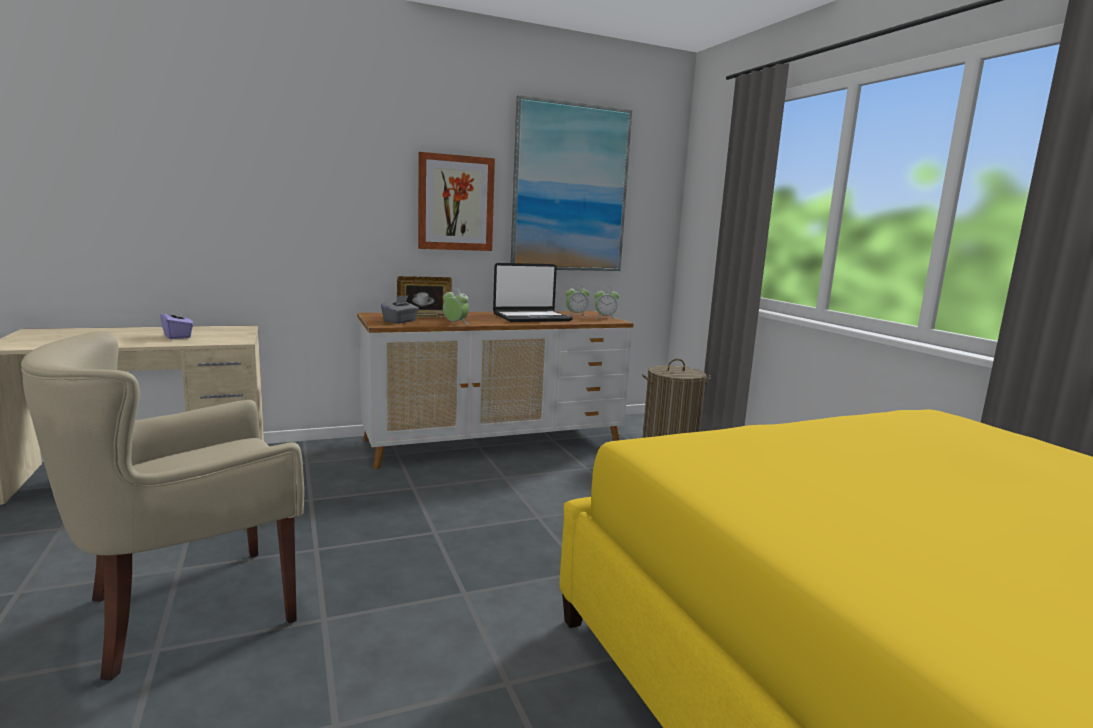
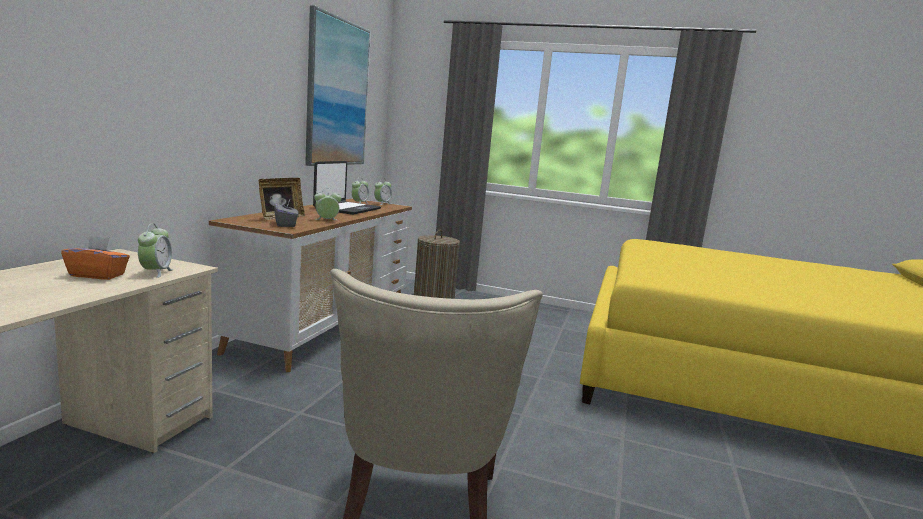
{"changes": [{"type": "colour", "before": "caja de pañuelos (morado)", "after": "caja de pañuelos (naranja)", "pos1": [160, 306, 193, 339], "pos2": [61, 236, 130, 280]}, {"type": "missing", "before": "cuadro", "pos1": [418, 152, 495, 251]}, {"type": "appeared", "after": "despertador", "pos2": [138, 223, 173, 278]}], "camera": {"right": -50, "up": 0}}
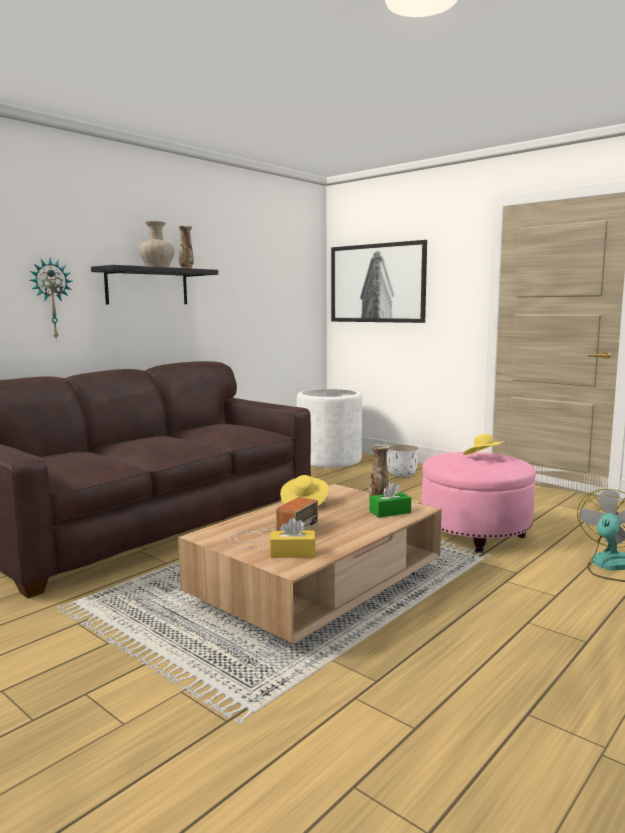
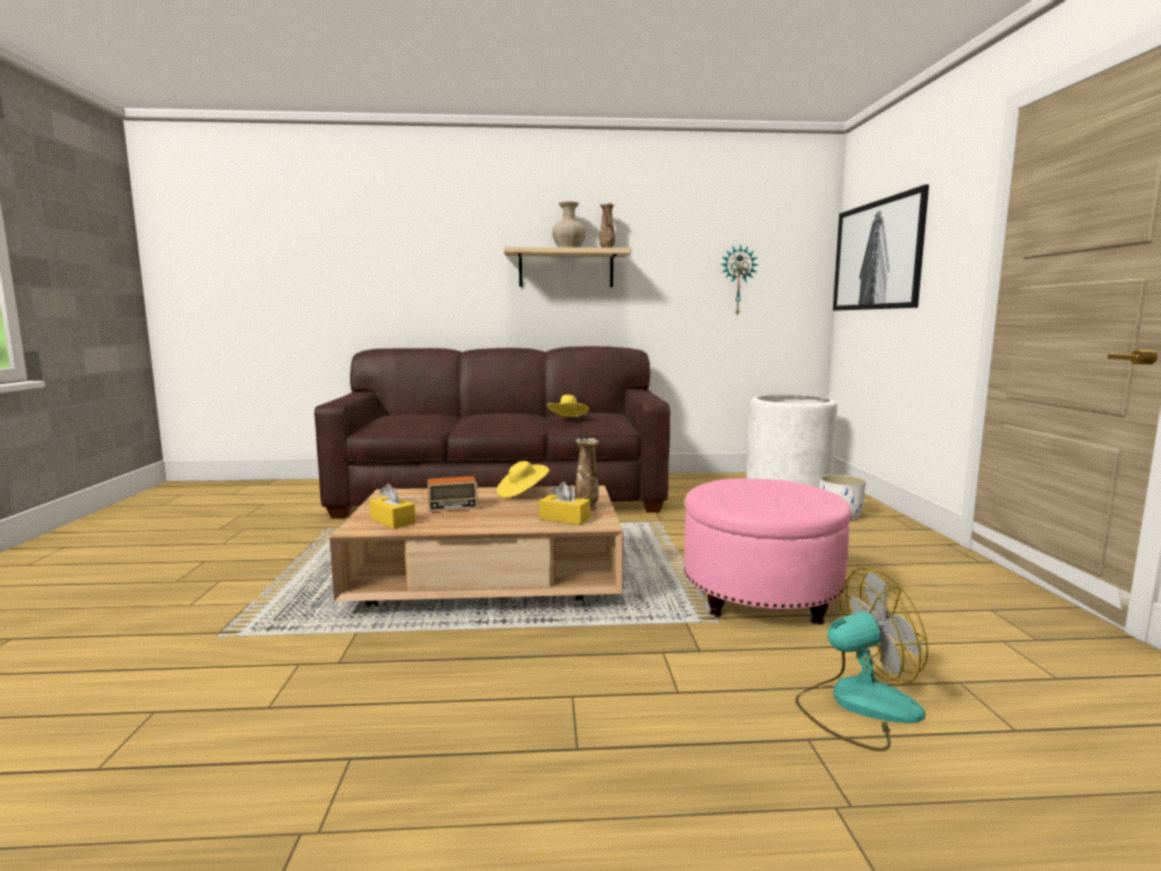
{"changes": [{"type": "relocated", "before": "reloj de pared", "pos1": [30, 258, 73, 338], "pos2": [720, 244, 758, 316]}, {"type": "colour", "before": "estante (negro)", "after": "estante (beis)", "pos1": [91, 265, 218, 305], "pos2": [504, 247, 631, 287]}, {"type": "colour", "before": "caja de pañuelos (verde)", "after": "caja de pañuelos (amarillo)", "pos1": [369, 482, 411, 518], "pos2": [539, 482, 590, 525]}, {"type": "relocated", "before": "sombrero (amarillo)", "pos1": [463, 434, 504, 455], "pos2": [547, 395, 589, 417]}], "camera": {"right": 45, "up": 0}}
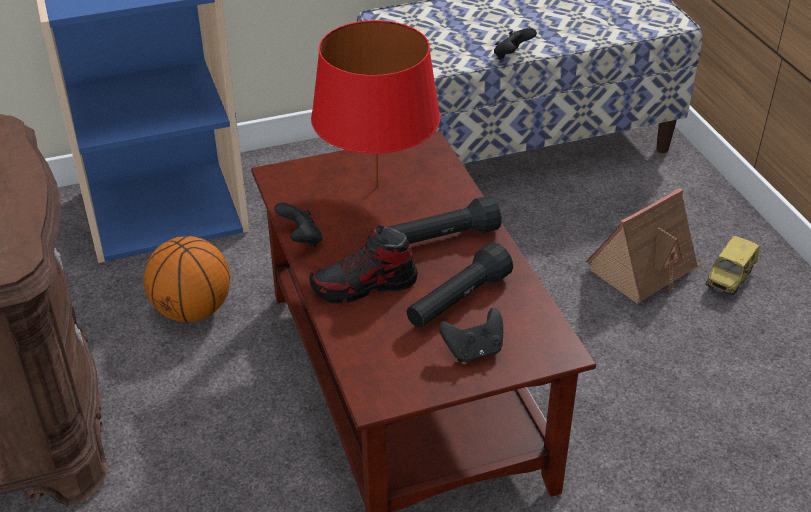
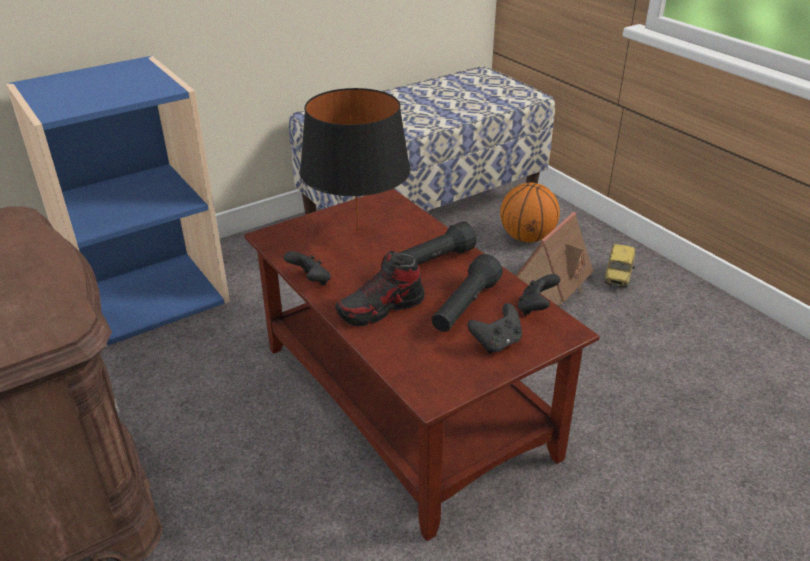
{"changes": [{"type": "relocated", "before": "balón de baloncesto", "pos1": [144, 236, 231, 322], "pos2": [500, 182, 560, 243]}, {"type": "colour", "before": "lámpara de mesa (rojo)", "after": "lámpara de mesa (negro)", "pos1": [311, 20, 440, 186], "pos2": [300, 88, 411, 232]}, {"type": "relocated", "before": "mando de consola (negro)", "pos1": [494, 28, 537, 59], "pos2": [517, 274, 560, 315]}], "camera": {"right": -15, "up": -5}}
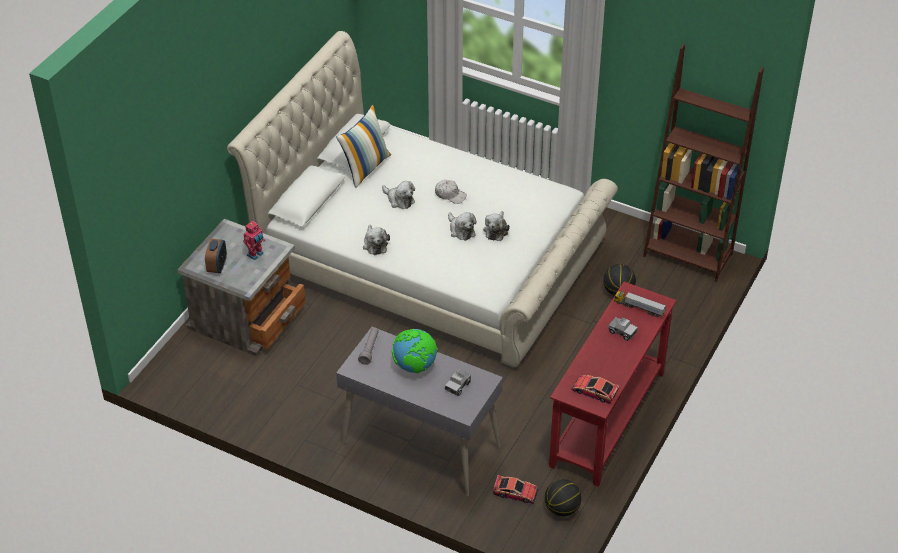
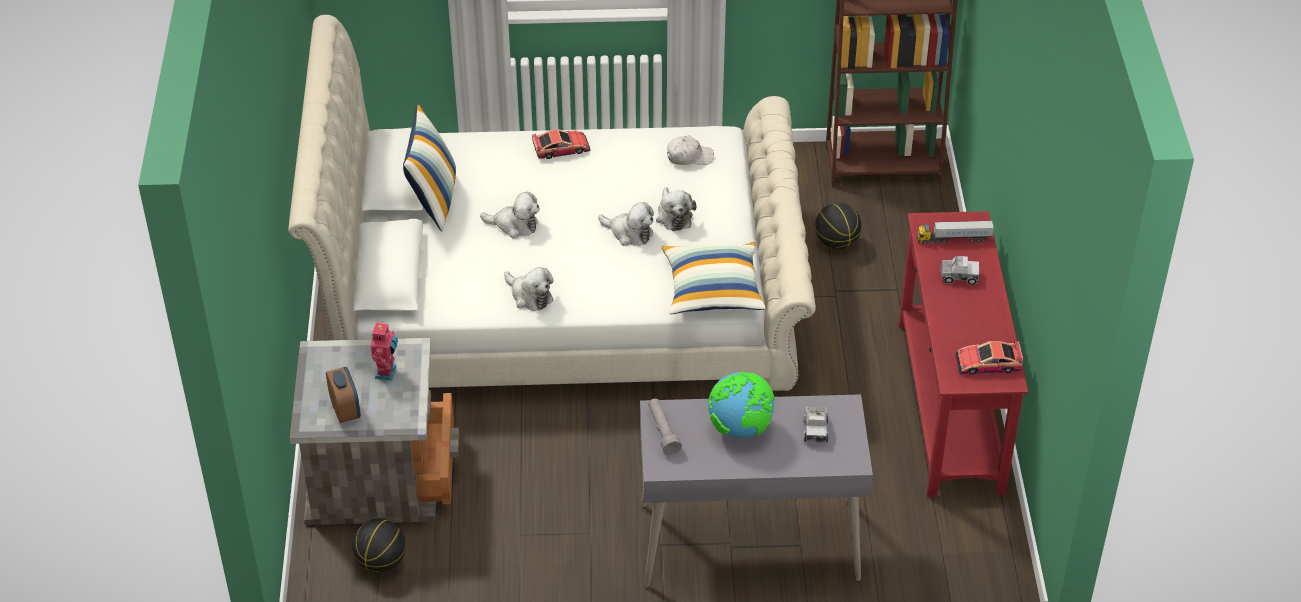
{"changes": [{"type": "relocated", "before": "gorra (blanco)", "pos1": [435, 180, 467, 204], "pos2": [667, 135, 714, 165]}, {"type": "relocated", "before": "coche de juguete", "pos1": [493, 475, 538, 504], "pos2": [532, 129, 590, 159]}, {"type": "relocated", "before": "balón de baloncesto", "pos1": [545, 479, 582, 516], "pos2": [352, 519, 406, 573]}, {"type": "appeared", "after": "cojín", "pos2": [662, 242, 766, 314]}], "camera": {"right": -30, "up": 0}}
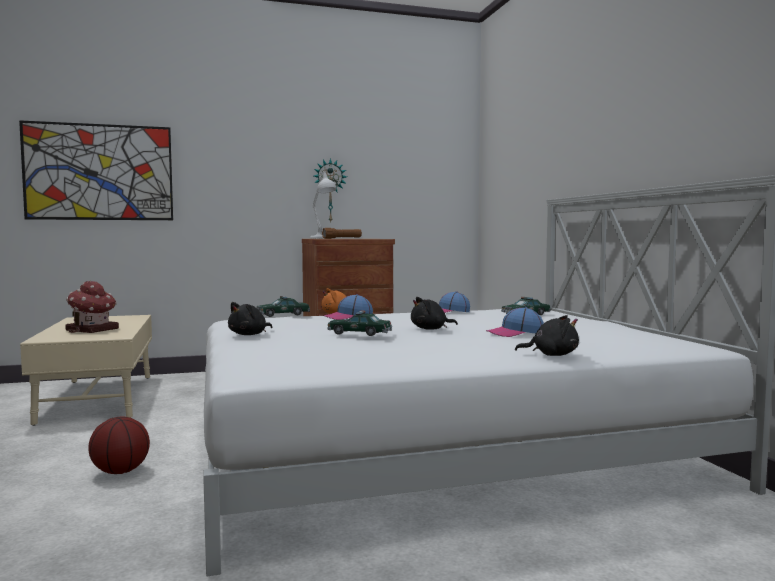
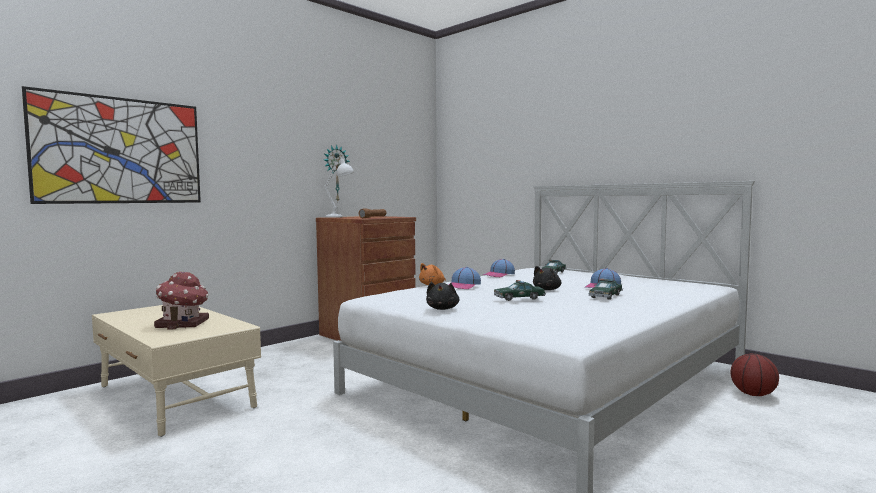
{"changes": [{"type": "relocated", "before": "balón de baloncesto", "pos1": [88, 417, 150, 474], "pos2": [731, 354, 779, 396]}, {"type": "relocated", "before": "coche de juguete", "pos1": [257, 296, 310, 317], "pos2": [588, 278, 623, 300]}, {"type": "missing", "before": "peluche (negro)", "pos1": [515, 315, 579, 356]}], "camera": {"right": -30, "up": 0}}
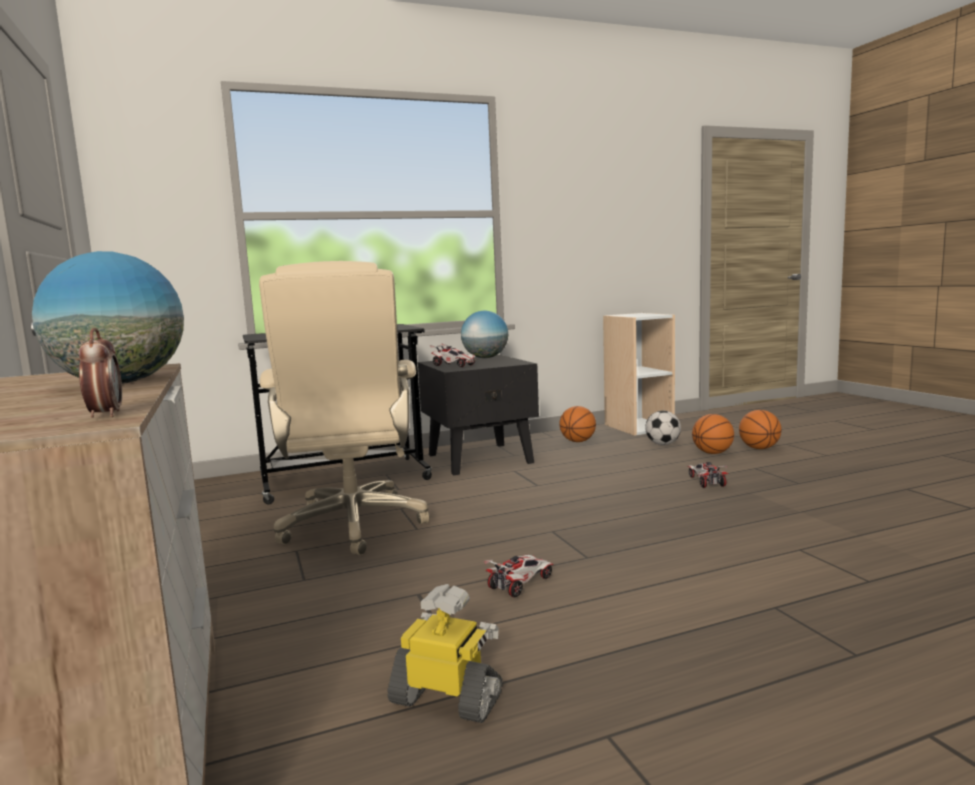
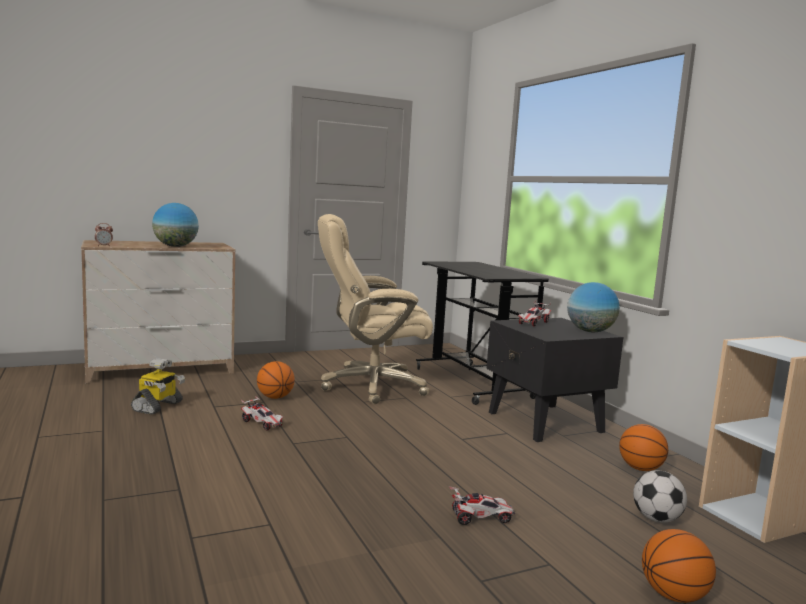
{"changes": [{"type": "relocated", "before": "balón de baloncesto", "pos1": [692, 414, 734, 454], "pos2": [257, 361, 295, 399]}], "camera": {"right": 85, "up": 0}}
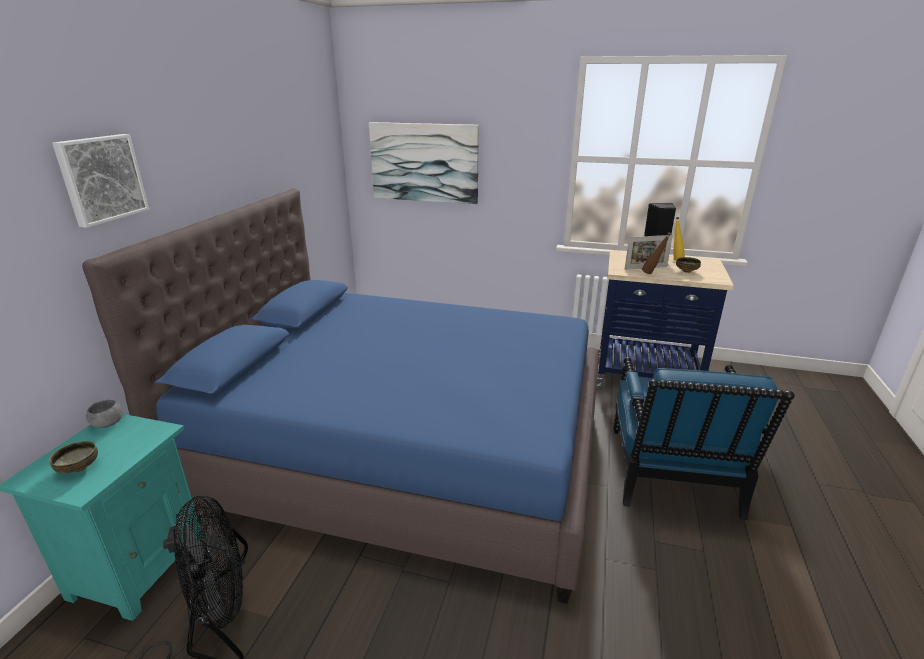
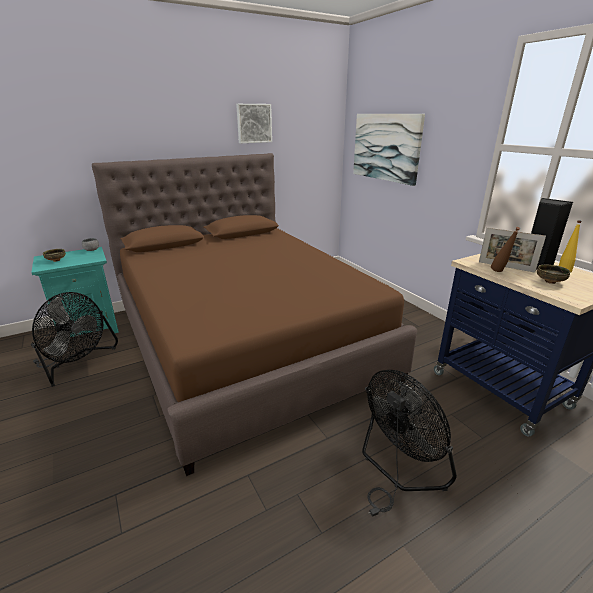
{"changes": [{"type": "relocated", "before": "cuadro", "pos1": [52, 134, 149, 228], "pos2": [236, 104, 272, 143]}, {"type": "colour", "before": "cama (azul)", "after": "cama (marrón)", "pos1": [82, 188, 599, 604], "pos2": [92, 153, 417, 476]}, {"type": "exchanged", "before": "sillón (azul)", "after": "ventilador (negro)", "pos1": [613, 357, 795, 520], "pos2": [362, 370, 457, 517]}], "camera": {"right": 45, "up": 0}}
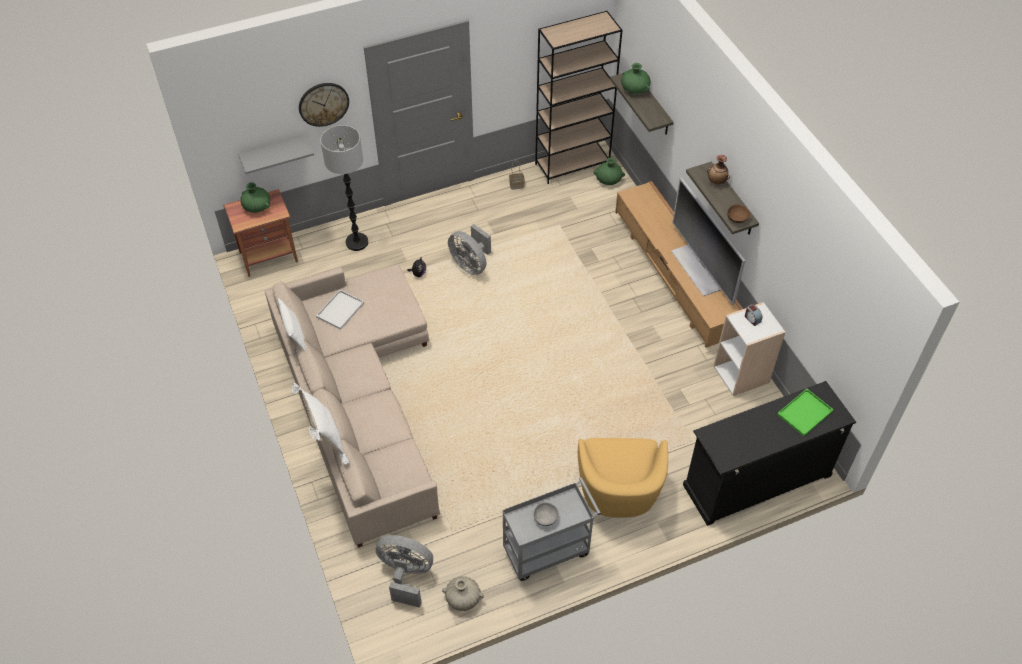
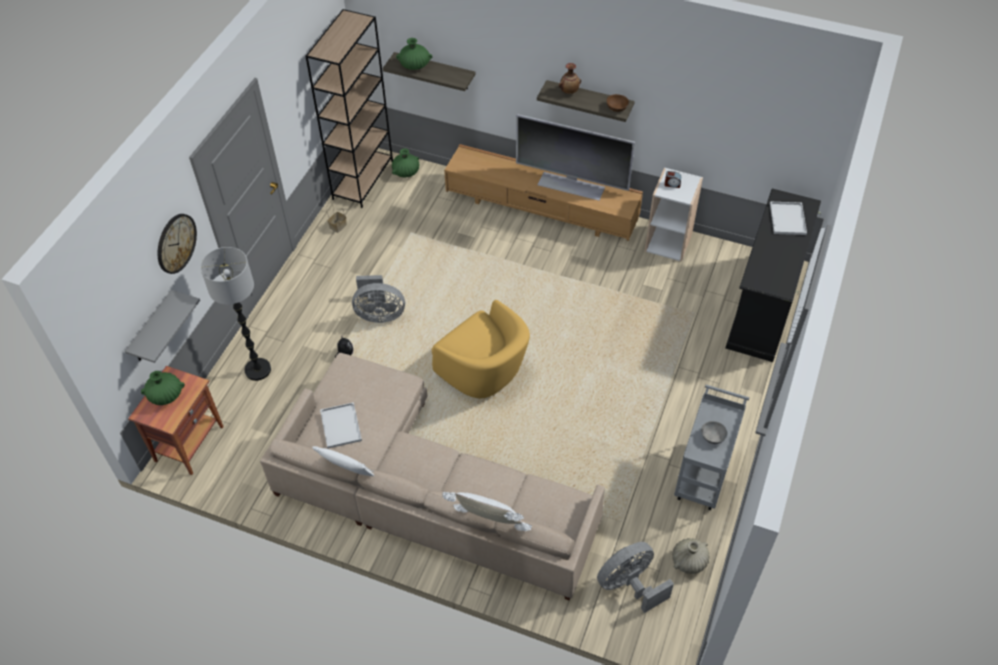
{"changes": [{"type": "relocated", "before": "sillón (amarillo)", "pos1": [578, 438, 668, 518], "pos2": [432, 300, 530, 398]}, {"type": "colour", "before": "bandeja (verde)", "after": "bandeja (blanco)", "pos1": [777, 389, 834, 436], "pos2": [770, 202, 807, 235]}], "camera": {"right": -45, "up": 0}}
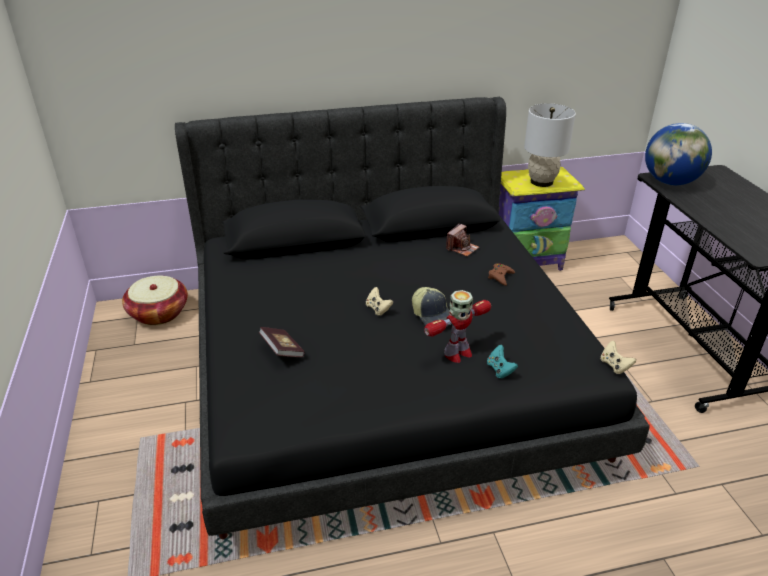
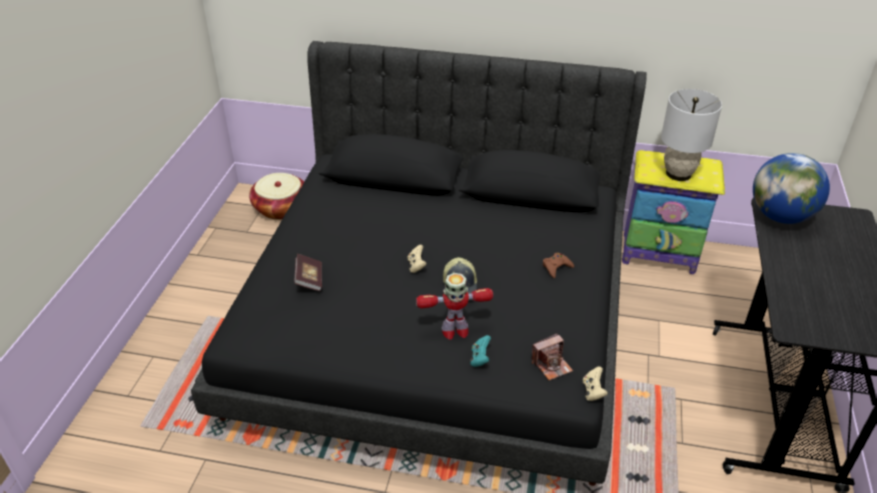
{"changes": [{"type": "relocated", "before": "cámara", "pos1": [446, 224, 479, 256], "pos2": [532, 333, 573, 380]}], "camera": {"right": 25, "up": 5}}
